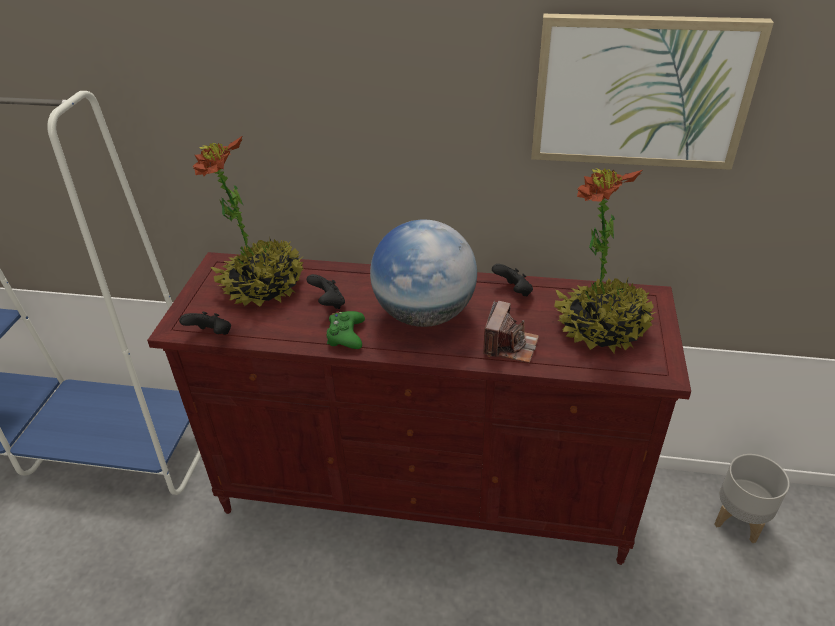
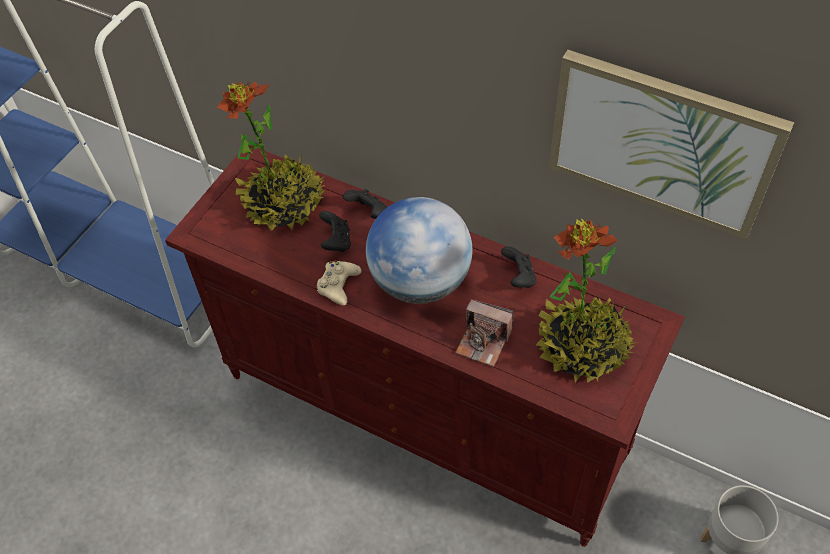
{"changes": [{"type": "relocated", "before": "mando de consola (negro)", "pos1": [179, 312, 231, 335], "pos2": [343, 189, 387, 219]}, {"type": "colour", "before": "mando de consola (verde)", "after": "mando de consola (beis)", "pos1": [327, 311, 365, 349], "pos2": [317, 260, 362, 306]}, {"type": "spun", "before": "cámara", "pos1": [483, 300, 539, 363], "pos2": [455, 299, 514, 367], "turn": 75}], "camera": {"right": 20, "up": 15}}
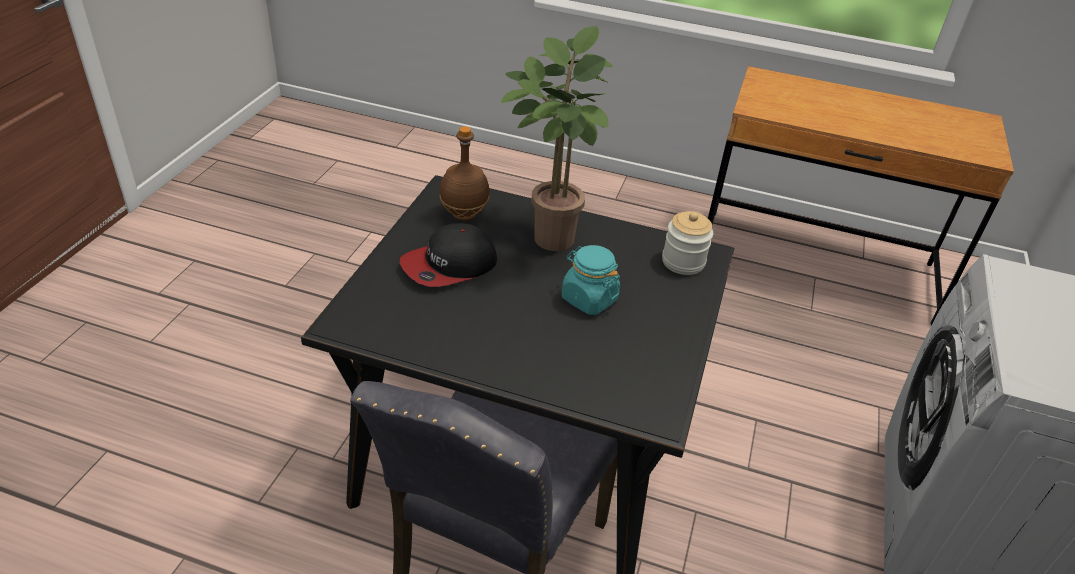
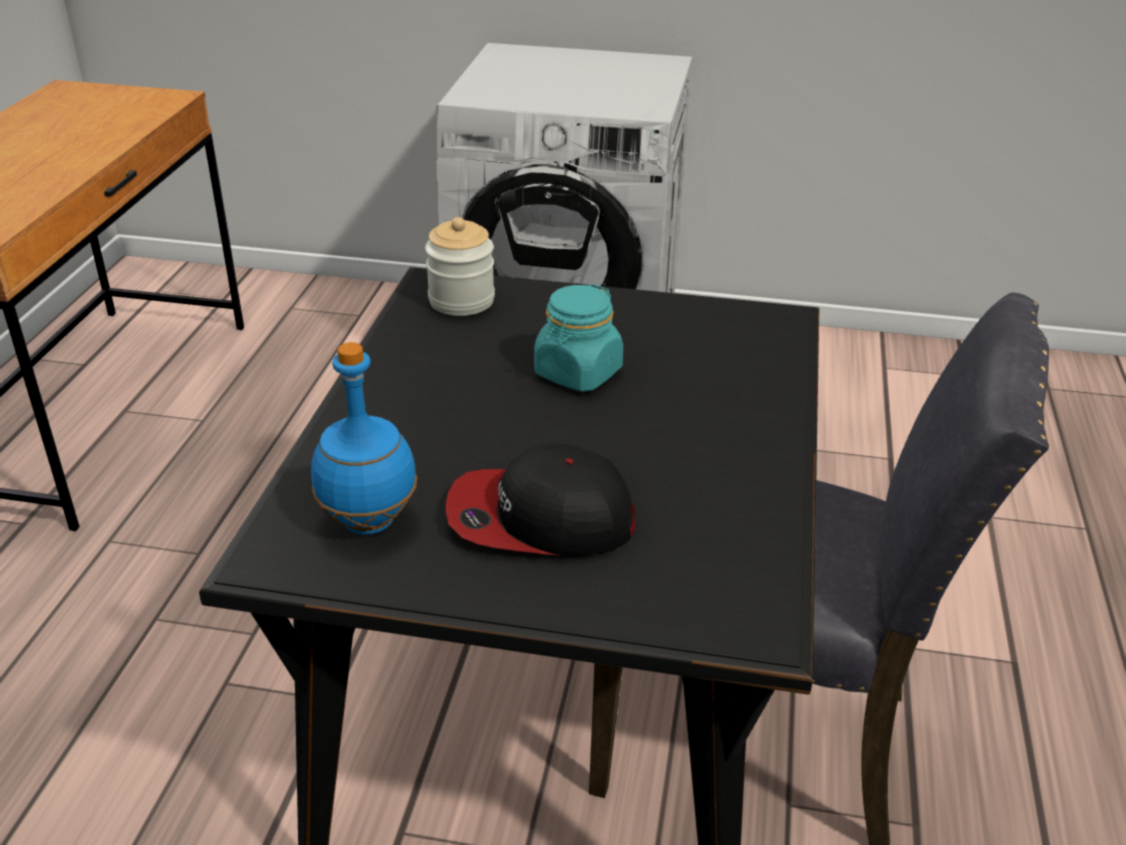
{"changes": [{"type": "spun", "before": "gorra", "pos1": [400, 223, 497, 287], "pos2": [445, 443, 635, 555], "turn": 135}, {"type": "colour", "before": "botella (marrón)", "after": "botella (azul)", "pos1": [439, 126, 490, 221], "pos2": [311, 342, 417, 535]}, {"type": "missing", "before": "planta en maceta", "pos1": [501, 26, 613, 251]}], "camera": {"right": -95, "up": -5}}
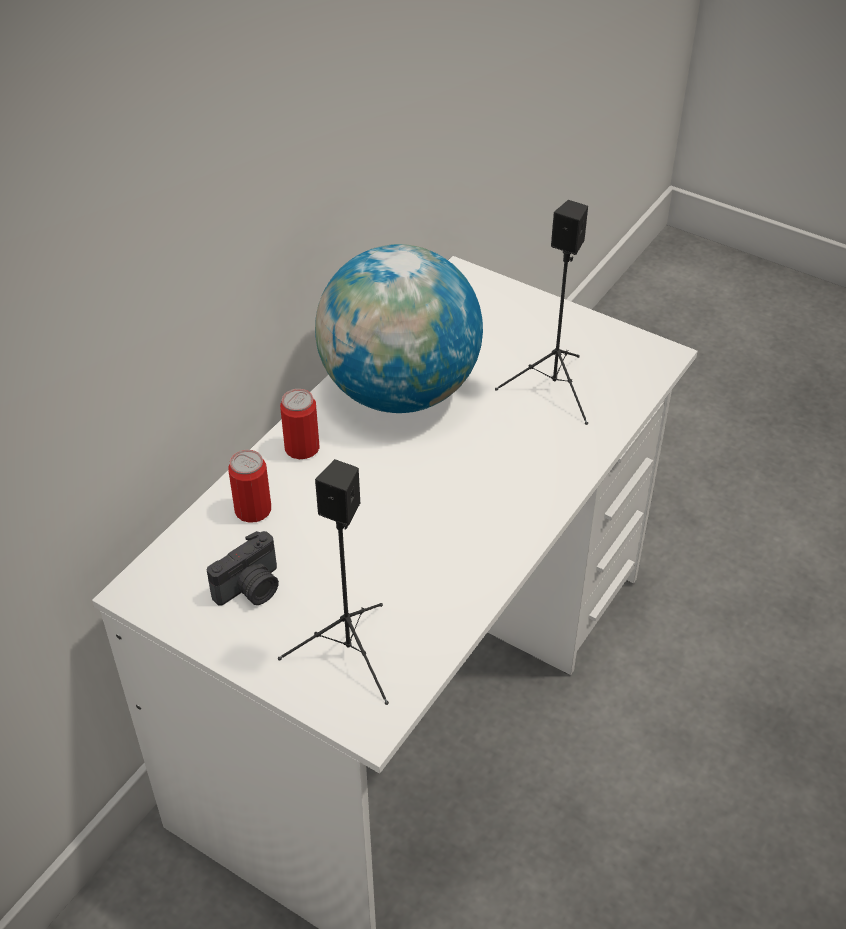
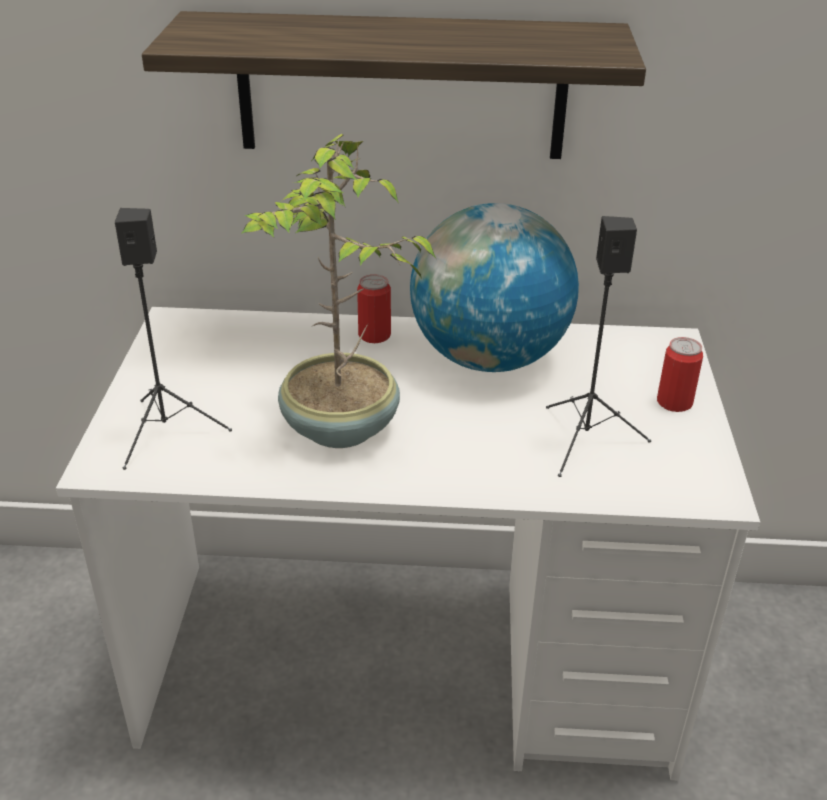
{"changes": [{"type": "missing", "before": "cámara", "pos1": [207, 531, 279, 606]}, {"type": "relocated", "before": "lata", "pos1": [229, 450, 271, 523], "pos2": [657, 337, 703, 412]}, {"type": "appeared", "after": "estante", "pos2": [142, 11, 646, 159]}, {"type": "appeared", "after": "planta en maceta", "pos2": [241, 134, 436, 448]}], "camera": {"right": 60, "up": -10}}
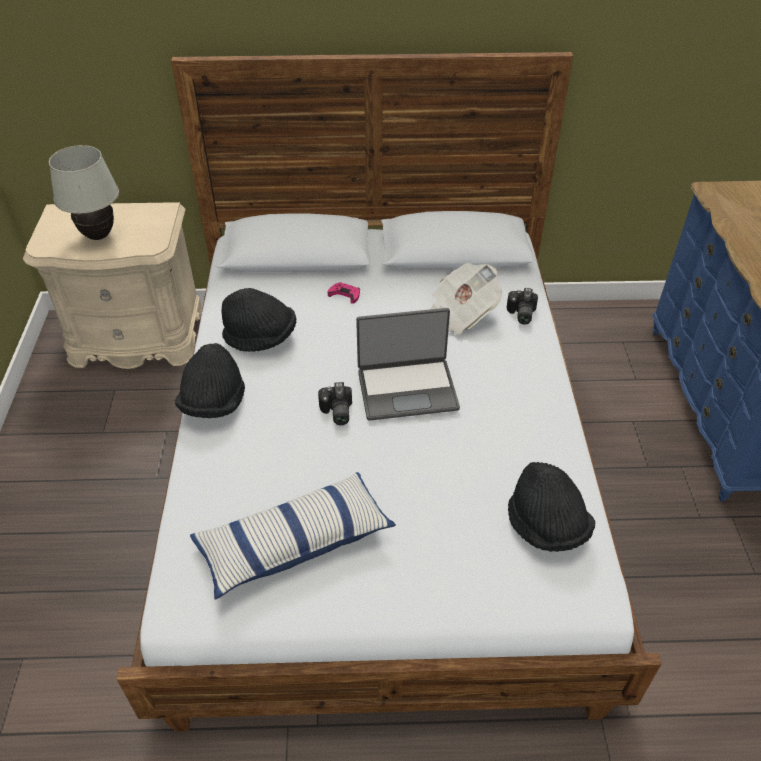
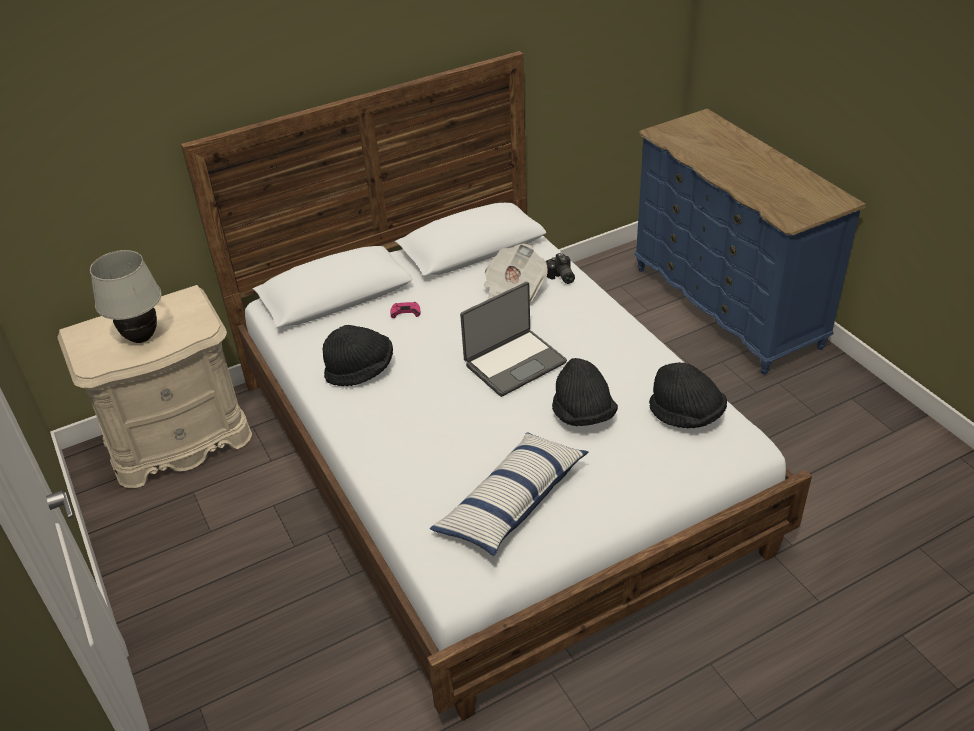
{"changes": [{"type": "relocated", "before": "sombrero (negro)", "pos1": [175, 343, 245, 418], "pos2": [552, 358, 618, 426]}, {"type": "missing", "before": "cámara", "pos1": [318, 382, 352, 425]}], "camera": {"right": -25, "up": -5}}
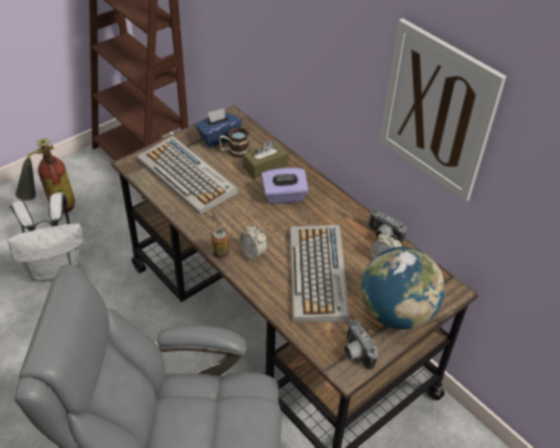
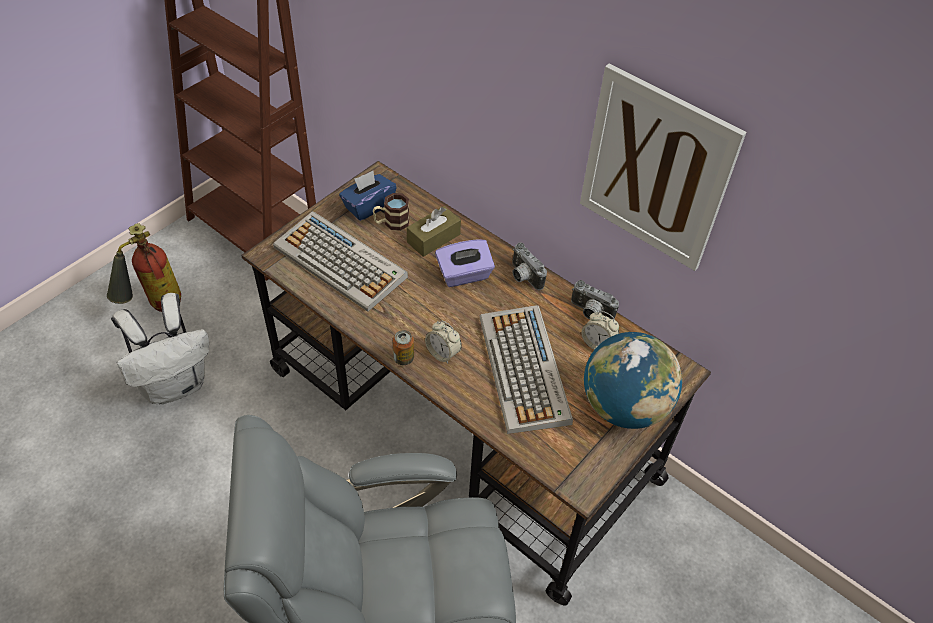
{"changes": [{"type": "relocated", "before": "cámara", "pos1": [344, 319, 378, 370], "pos2": [512, 243, 547, 290]}], "camera": {"right": -10, "up": 5}}
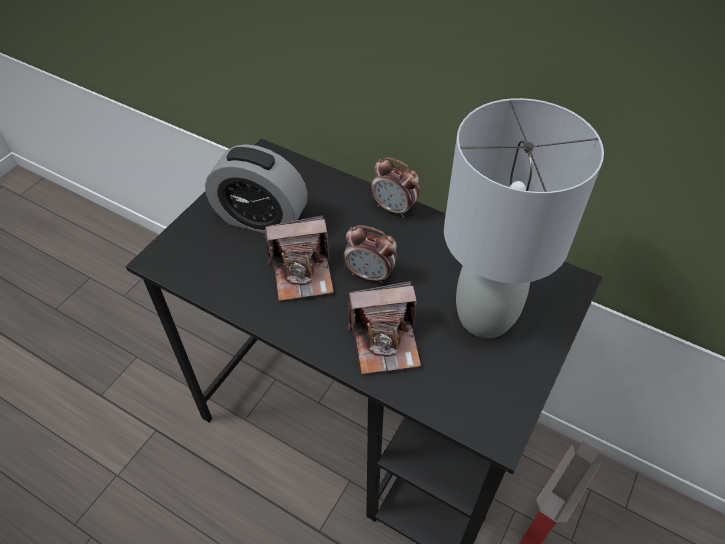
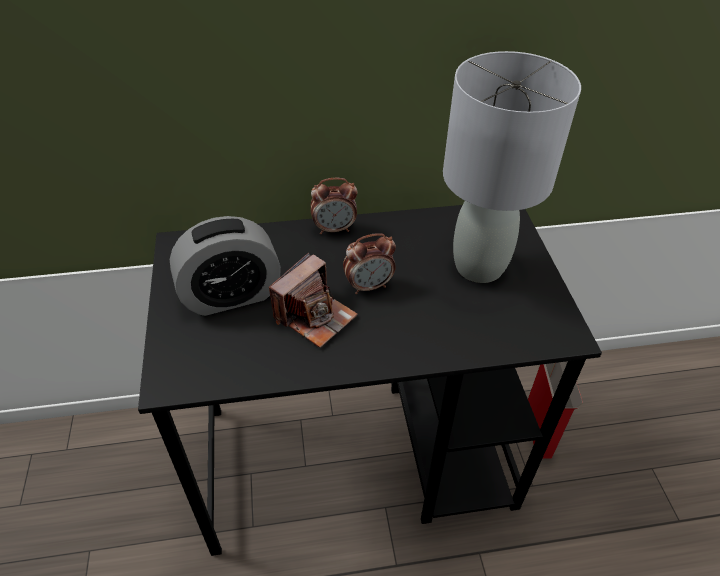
{"changes": [{"type": "missing", "before": "cámara", "pos1": [348, 281, 421, 374]}], "camera": {"right": -40, "up": -5}}
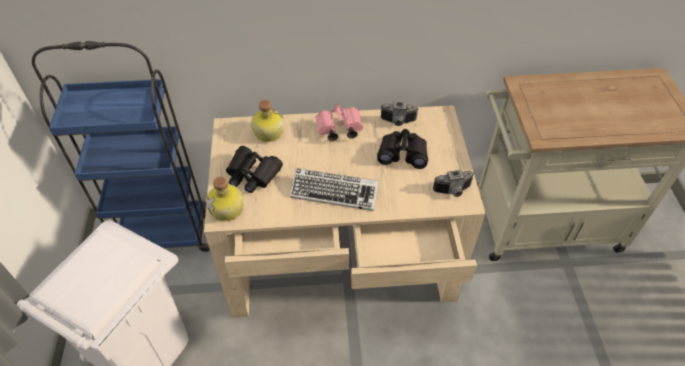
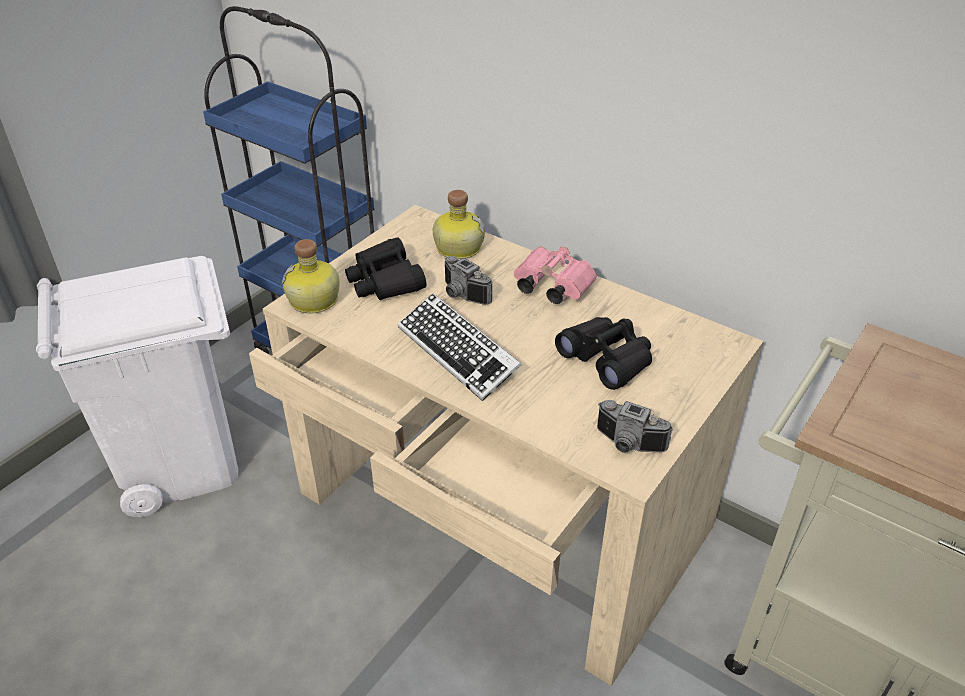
{"changes": [{"type": "relocated", "before": "cámara", "pos1": [381, 102, 418, 126], "pos2": [445, 256, 492, 305]}], "camera": {"right": 40, "up": -10}}
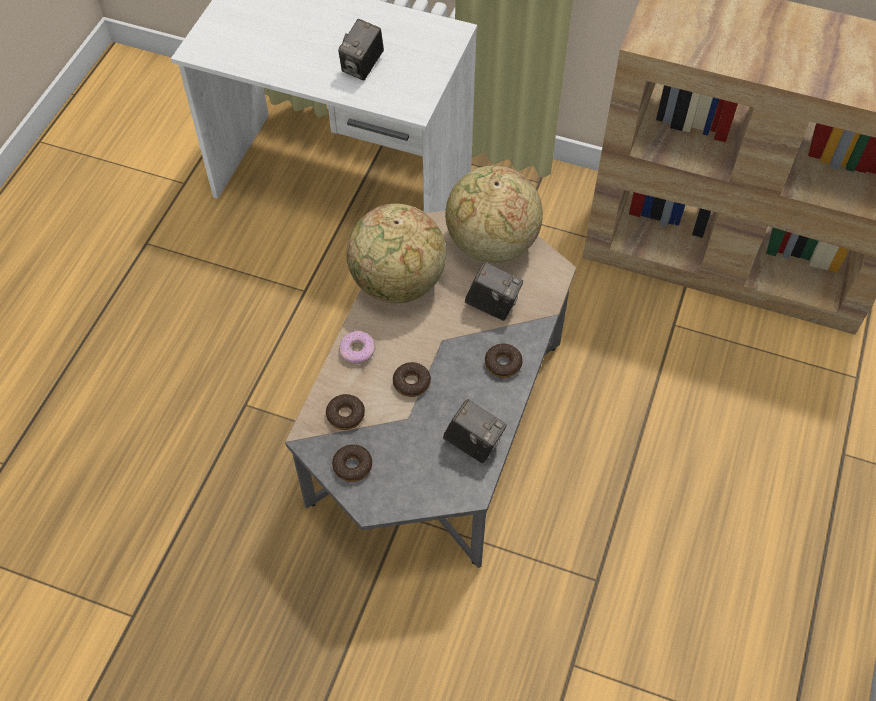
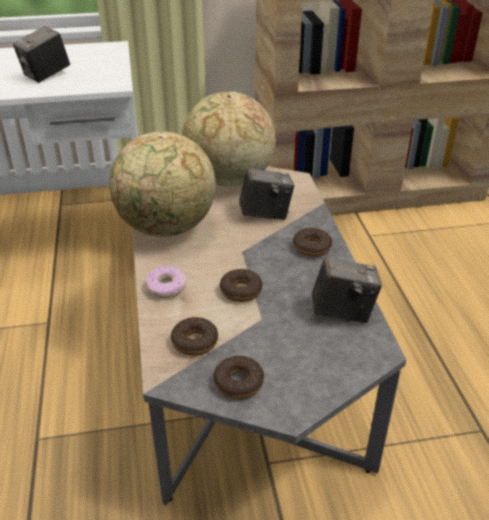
{"changes": [{"type": "spun", "before": "cámara", "pos1": [338, 19, 384, 80], "pos2": [13, 26, 70, 83], "turn": 45}], "camera": {"right": -30, "up": -20}}
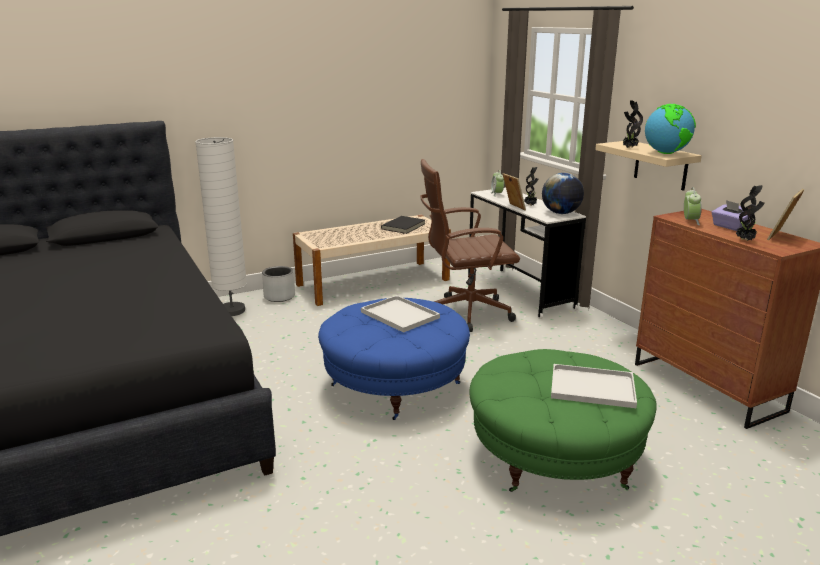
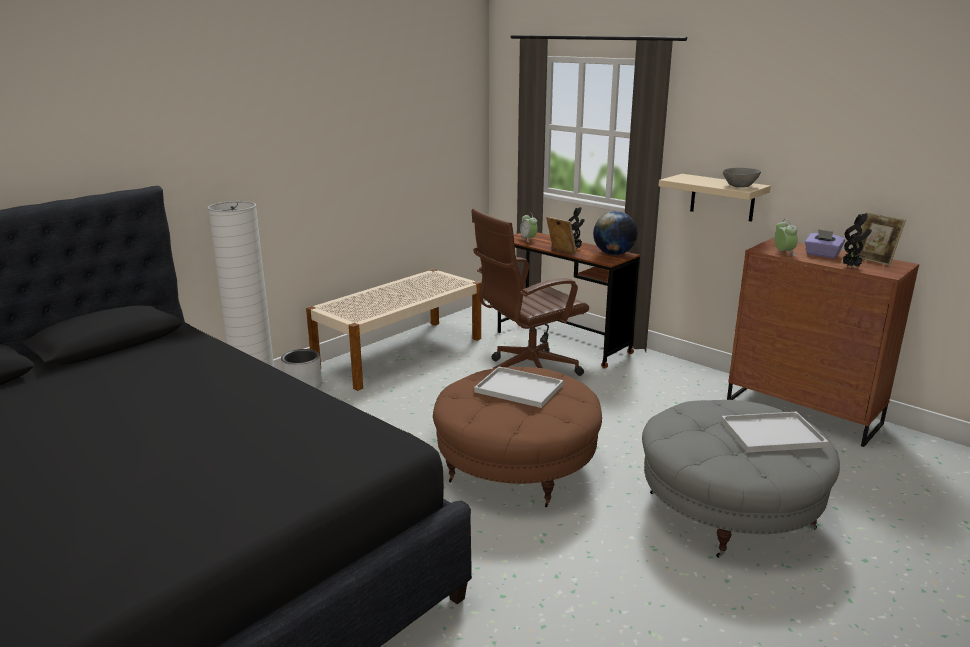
{"changes": [{"type": "colour", "before": "puf (azul)", "after": "puf (marrón)", "pos1": [318, 298, 470, 420], "pos2": [433, 367, 602, 507]}, {"type": "missing", "before": "libro (negro)", "pos1": [381, 216, 425, 234]}, {"type": "colour", "before": "escritorio (blanco)", "after": "escritorio (marrón)", "pos1": [468, 188, 586, 319], "pos2": [498, 232, 640, 368]}, {"type": "colour", "before": "puf (verde)", "after": "puf (gris)", "pos1": [469, 349, 657, 492], "pos2": [642, 400, 840, 558]}, {"type": "missing", "before": "planta en maceta", "pos1": [623, 100, 643, 148]}, {"type": "exchanged", "before": "globo terráqueo", "after": "cuenco (gris)", "pos1": [645, 104, 696, 154], "pos2": [723, 168, 761, 188]}, {"type": "spun", "before": "portarretratos", "pos1": [767, 189, 804, 240], "pos2": [857, 212, 906, 266], "turn": -60}], "camera": {"right": -20, "up": 0}}
